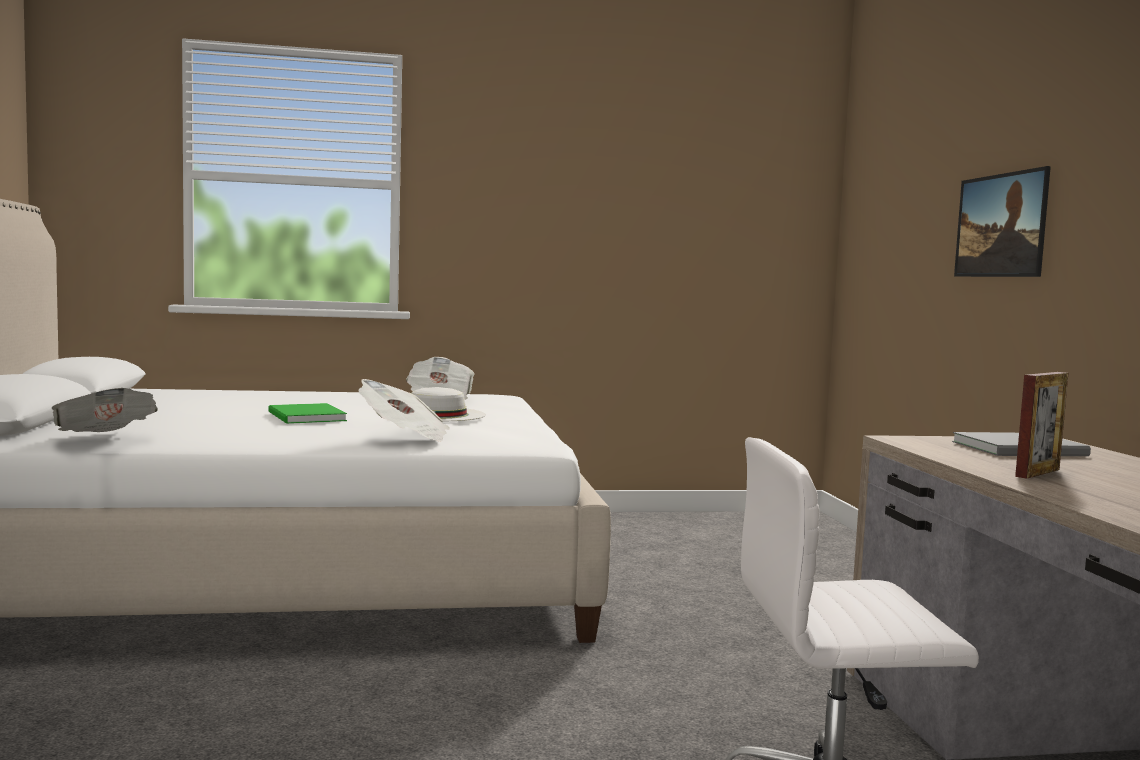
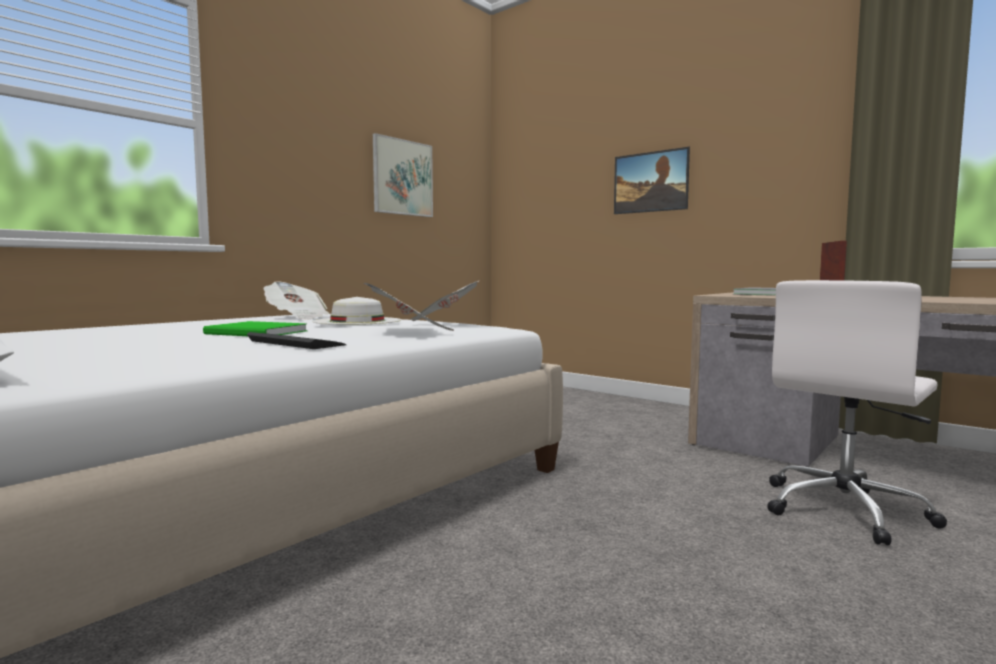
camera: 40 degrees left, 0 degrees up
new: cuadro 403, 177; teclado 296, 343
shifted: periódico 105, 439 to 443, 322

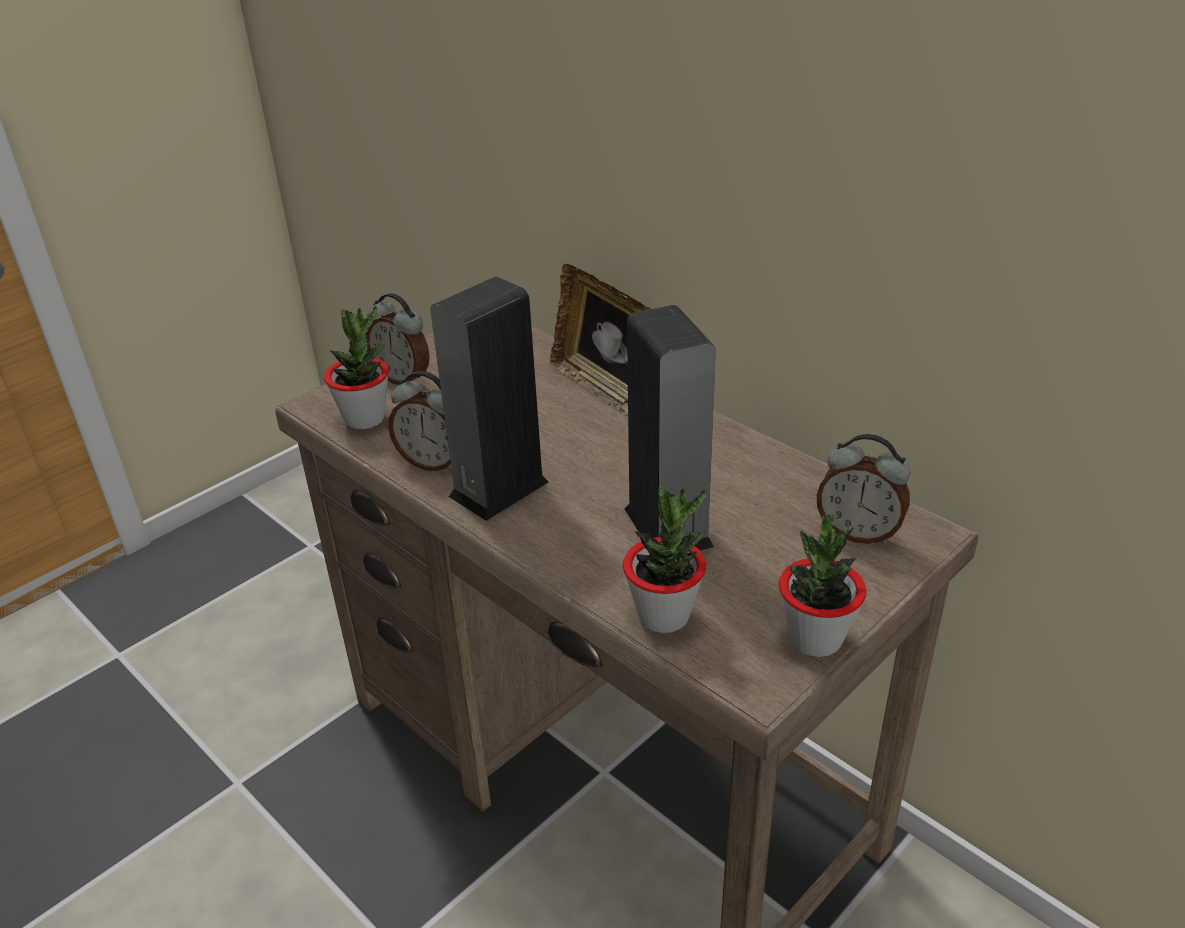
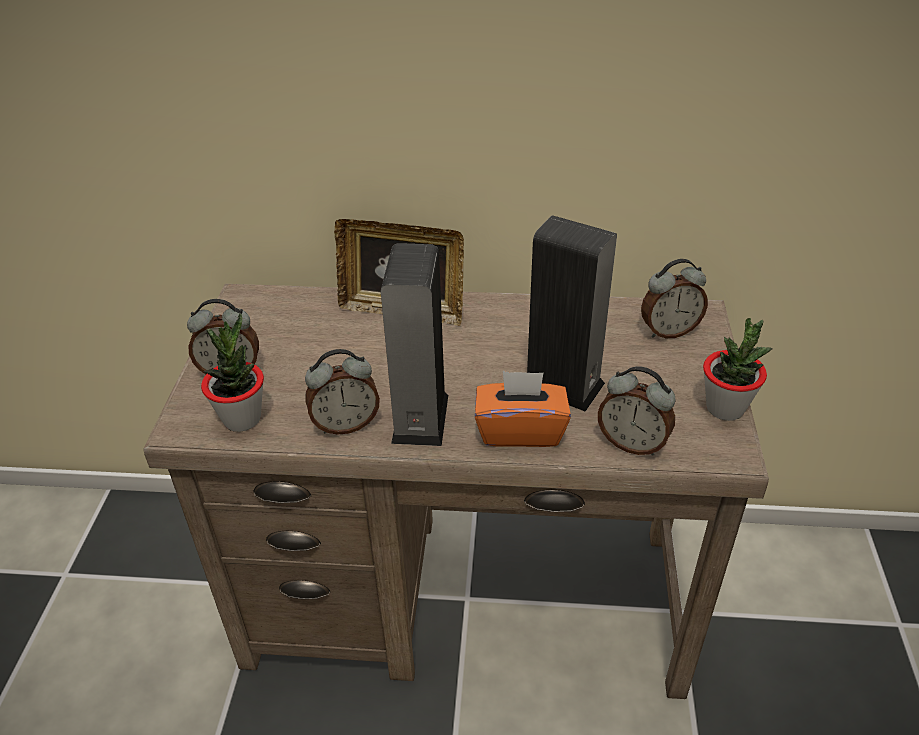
camera: 40 degrees left, 5 degrees up
new: caja de pañuelos (naranja) 520, 430
swapped: planta en maceta 664, 615 to despertador 632, 443

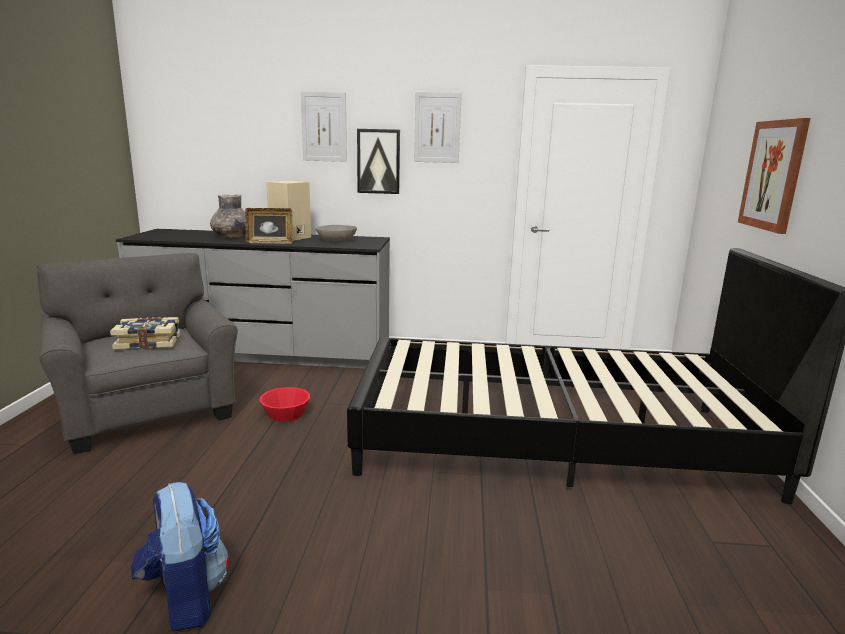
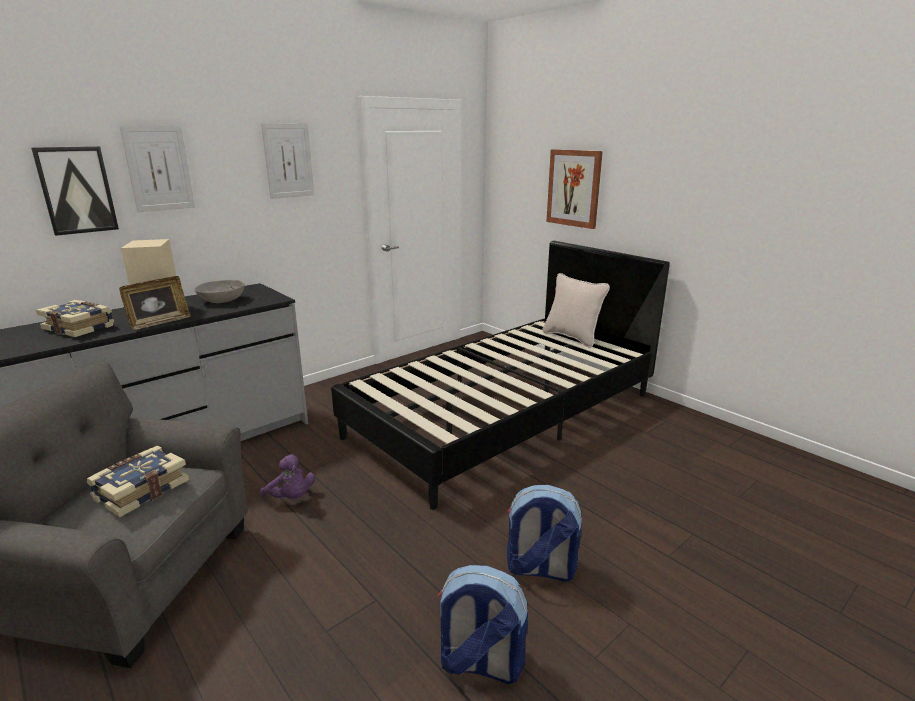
camera: 45 degrees left, 5 degrees up
new: cojín (beis) 572, 337; mochila 540, 569
shifted: cuadro 378, 161 to 76, 190
swapped: florero (gris) 232, 236 to libro 80, 327; cuenco (rojo) 285, 414 to peluche (morado) 291, 497

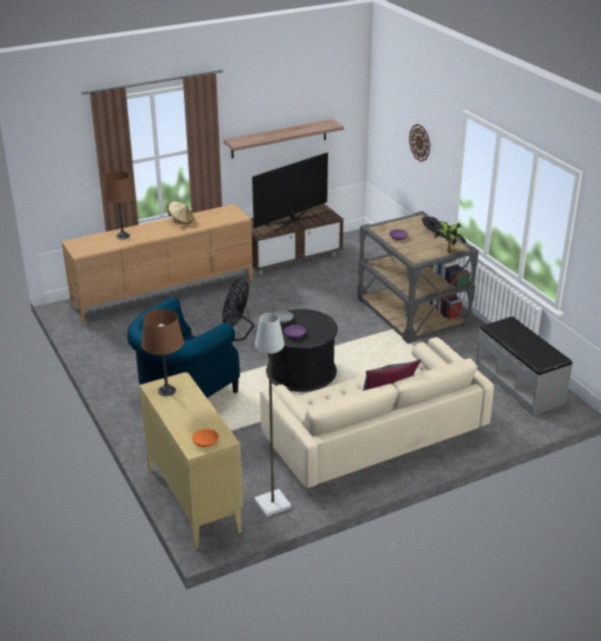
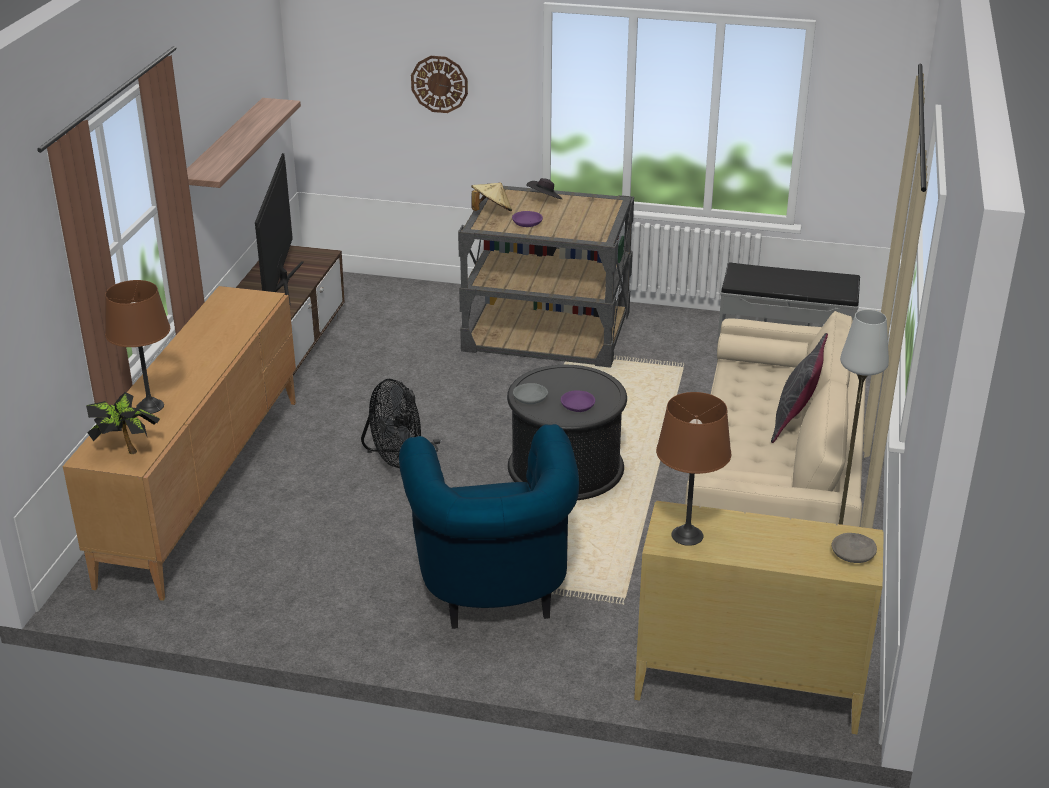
camera: 50 degrees left, 0 degrees up
shifted: sombrero (beis) 181, 221 to 491, 212; planta en maceta 448, 250 to 126, 449
repainted: cuenco (naranja) 206, 442 to cuenco (gris) 853, 554

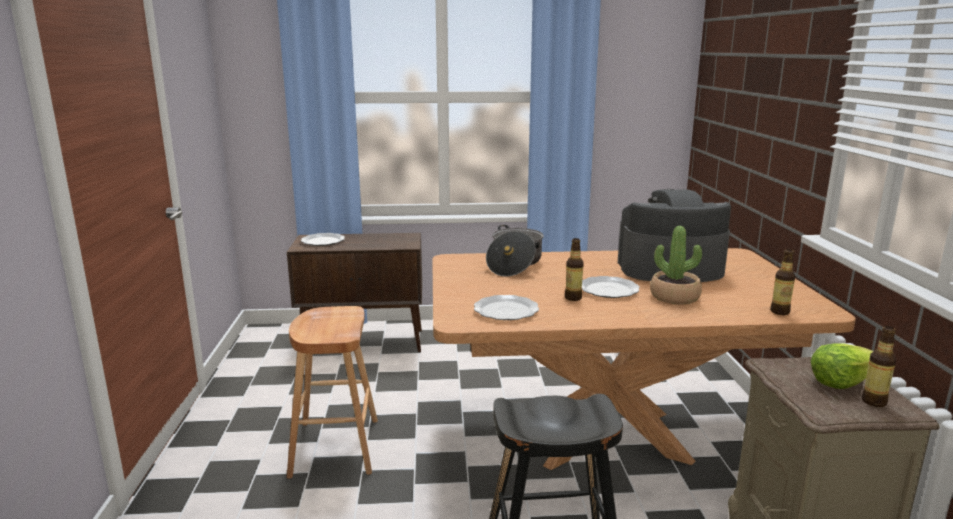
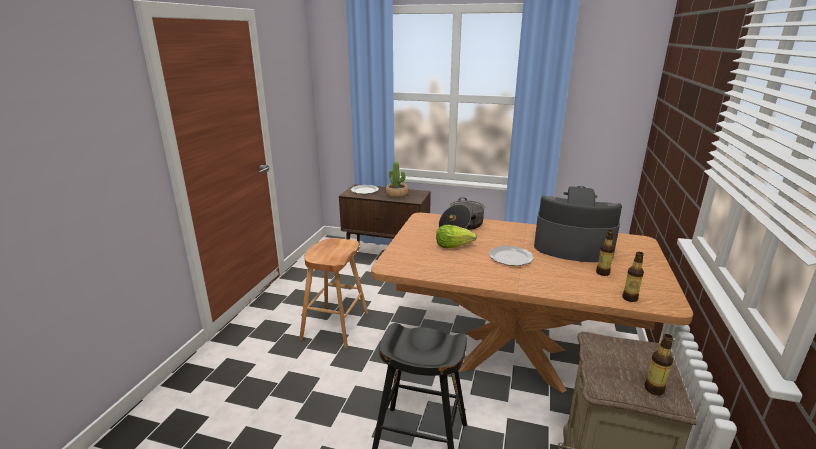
camera: 20 degrees right, 5 degrees up
gone: plato 505, 311
shifted: planta en maceta 674, 297 to 397, 195; botella 573, 298 to 602, 273; lechuga 840, 381 to 453, 246

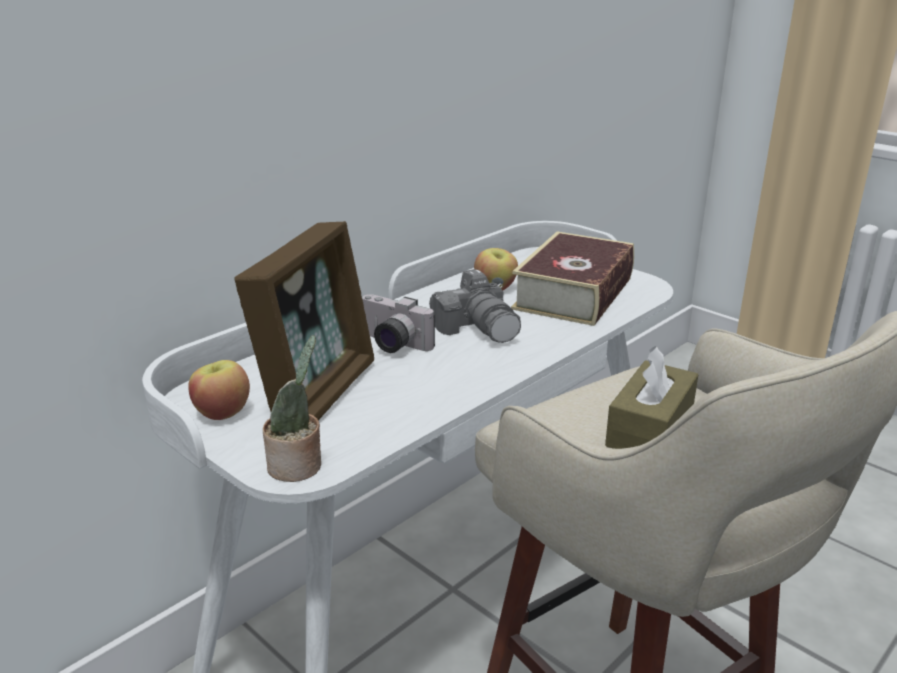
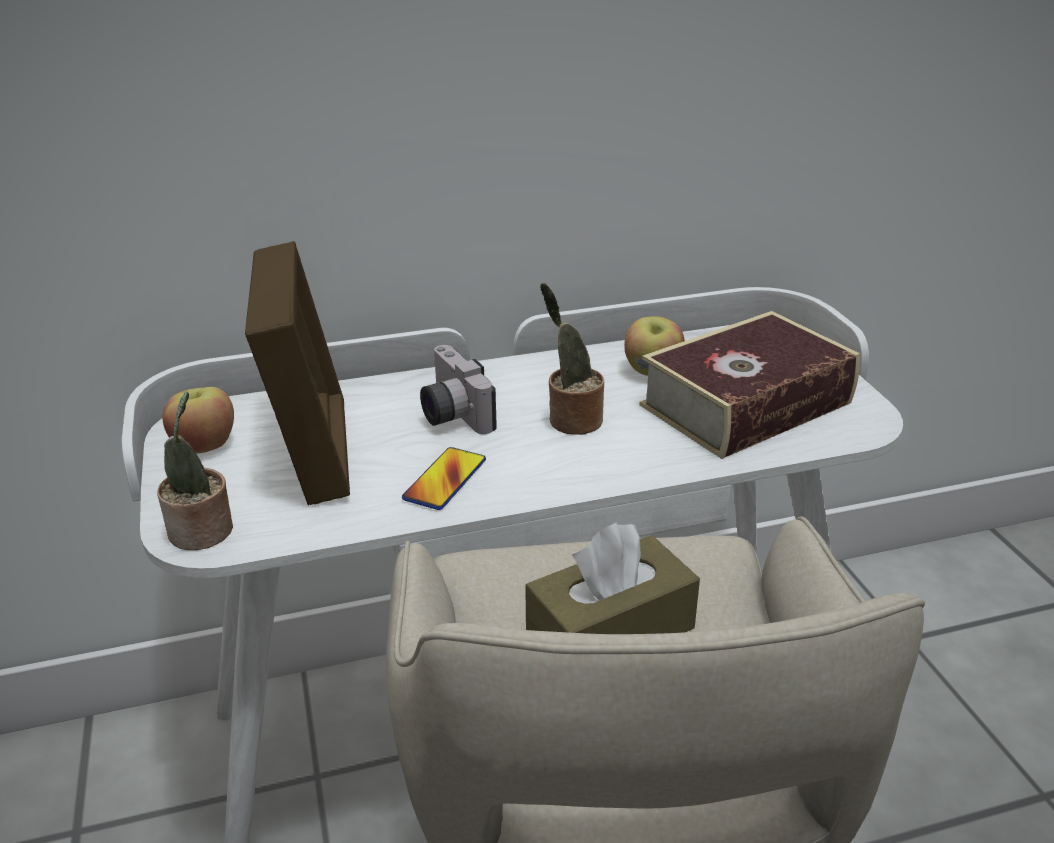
camera: 30 degrees right, 5 degrees up
new: móvil 445, 480
swapped: cámara 478, 328 to planta en maceta 571, 420
rotated: portarretratos 318, 393 = 313, 452 60 degrees counterclockwise

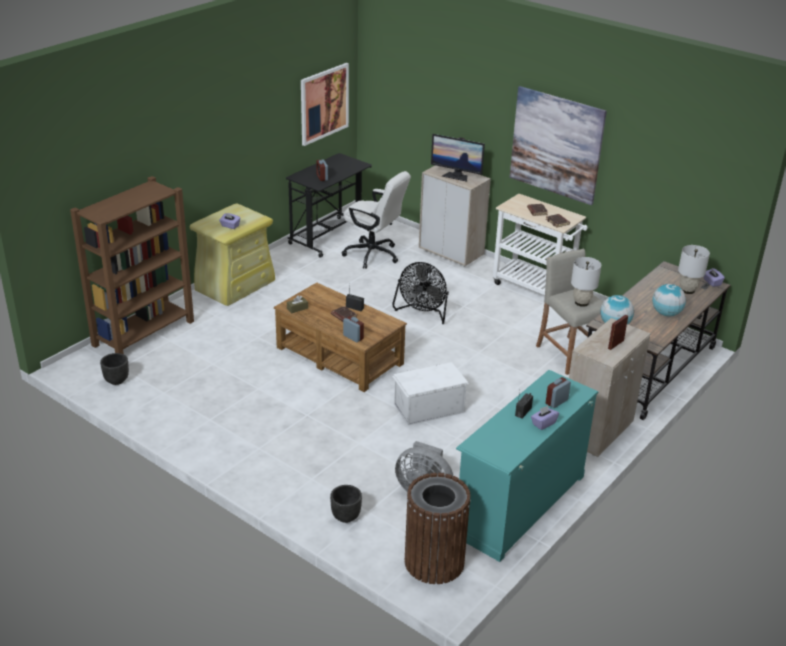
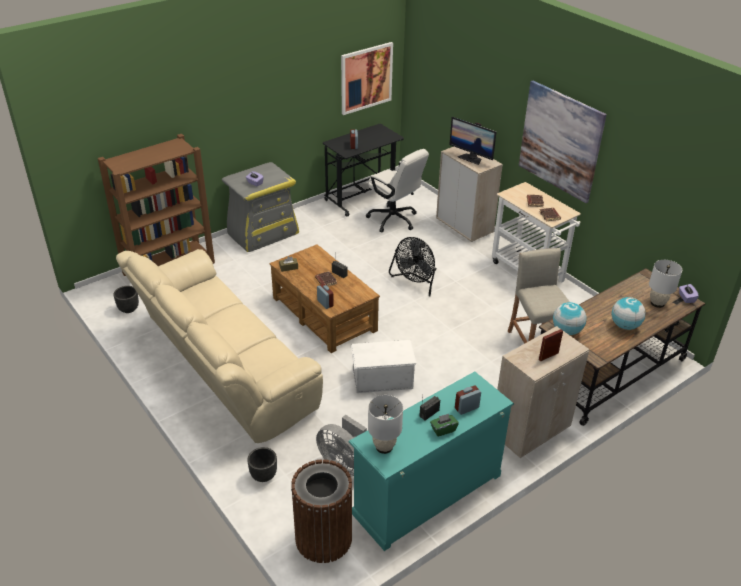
camera: 15 degrees right, 5 degrees up
new: sofá (beis) 222, 367
shifted: lámpara de mesa (blanco) 581, 303 to 384, 447
repainted: mesita de noche (amarillo) 236, 285 to mesita de noche (gris) 264, 234; caja de pañuelos (morado) 543, 423 to caja de pañuelos (verde) 443, 429

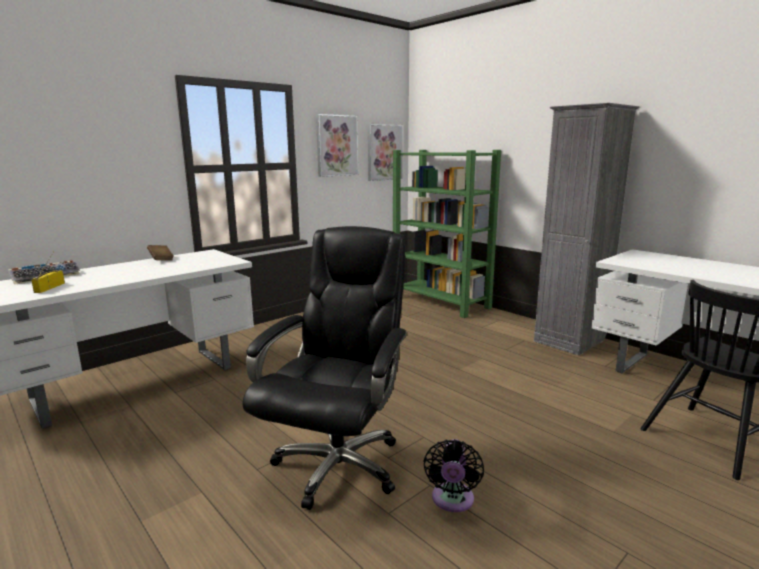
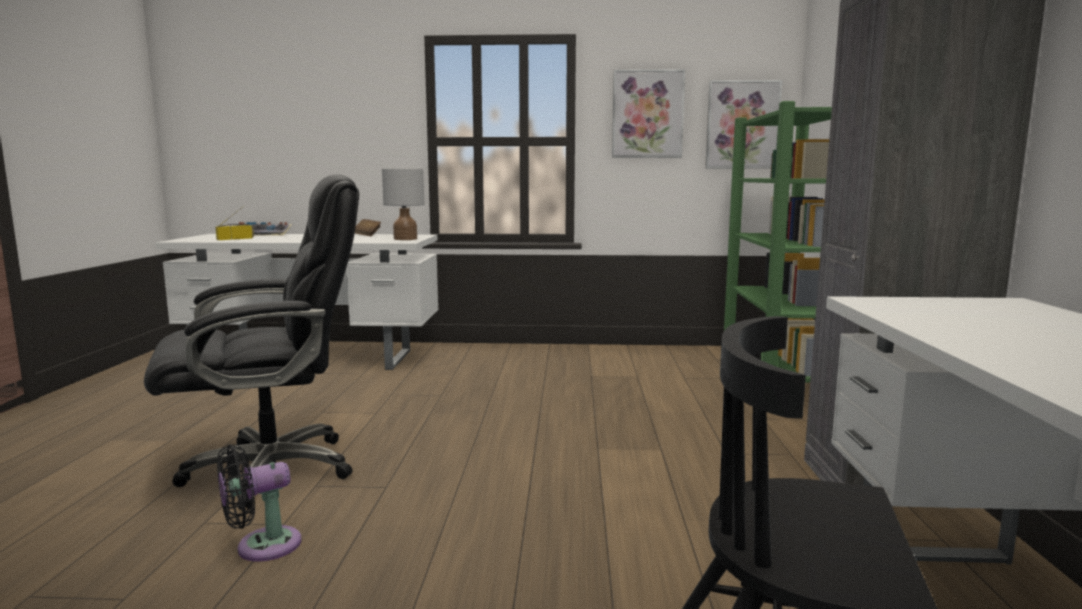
camera: 45 degrees right, 5 degrees down
new: lámpara de mesa (gris) 405, 239

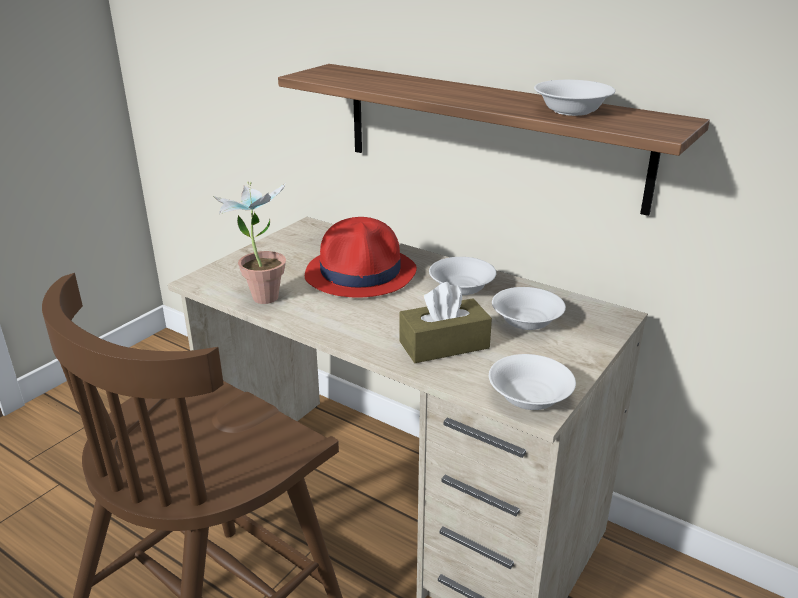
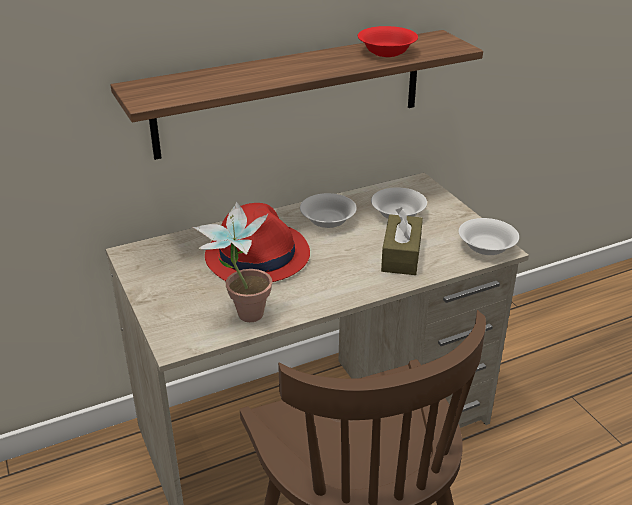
camera: 60 degrees left, 5 degrees up
repainted: cuenco (blanco) 572, 111 to cuenco (rojo) 387, 52

